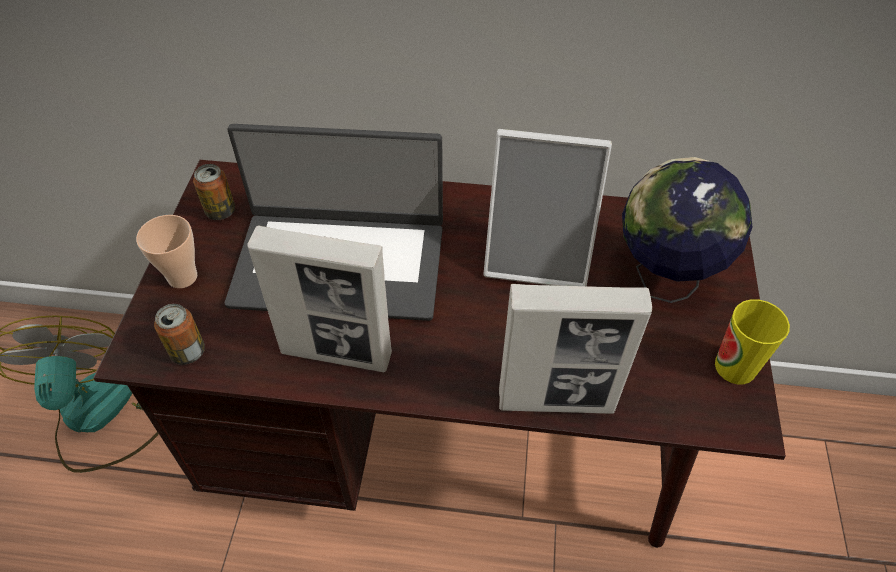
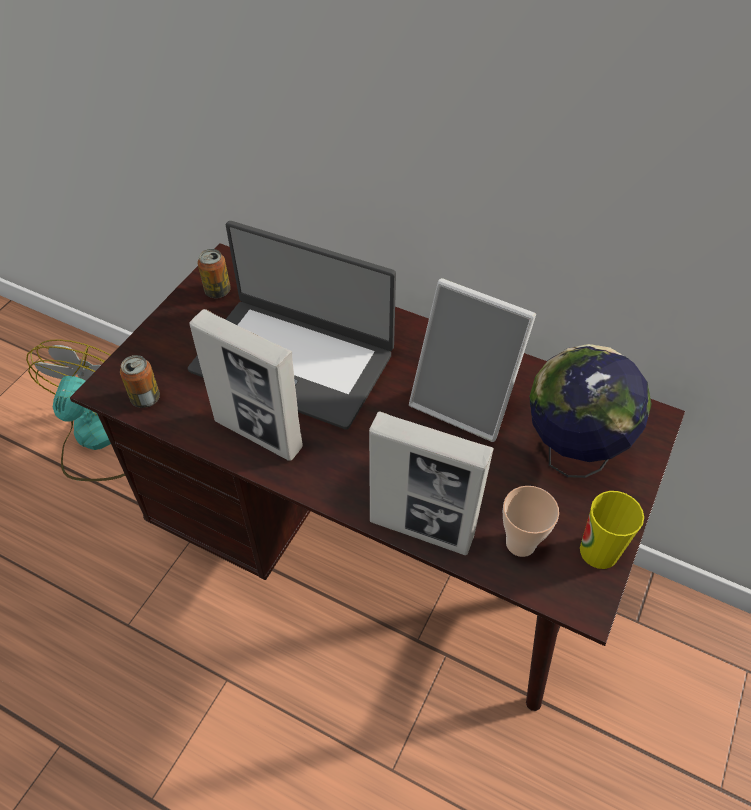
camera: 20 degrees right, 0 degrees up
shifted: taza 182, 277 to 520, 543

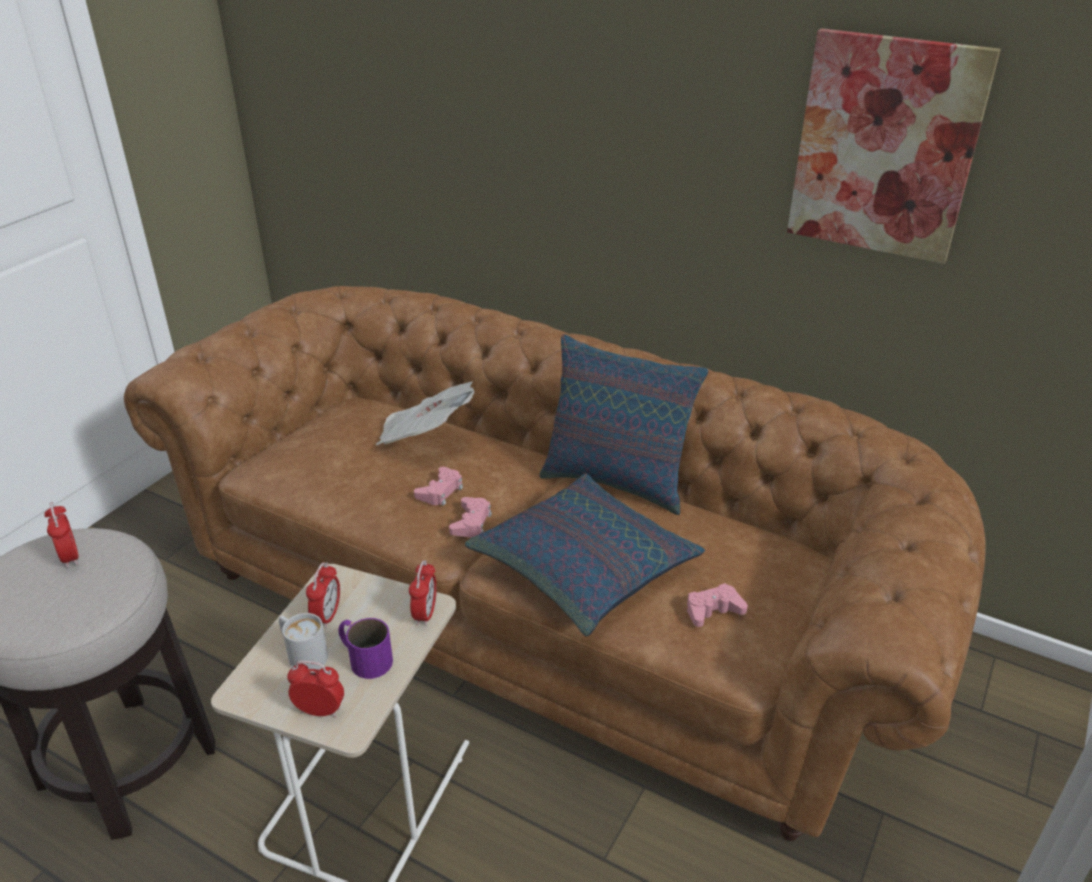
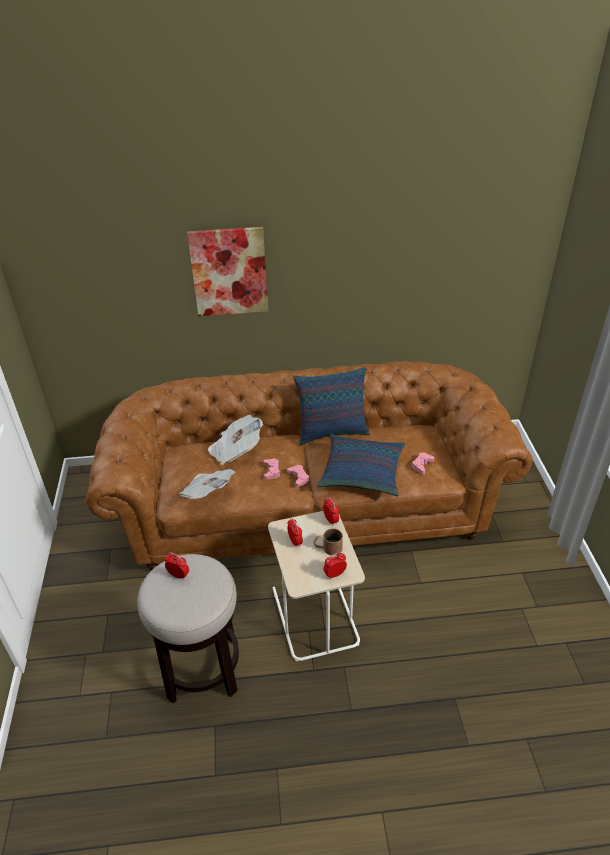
camera: 35 degrees left, 5 degrees up
gone: taza grande (blanco) 302, 654
new: periódico 208, 493
shifted: cuadro 885, 147 to 229, 271
repainted: taza grande (morado) 364, 657 to taza grande (marrón) 327, 548

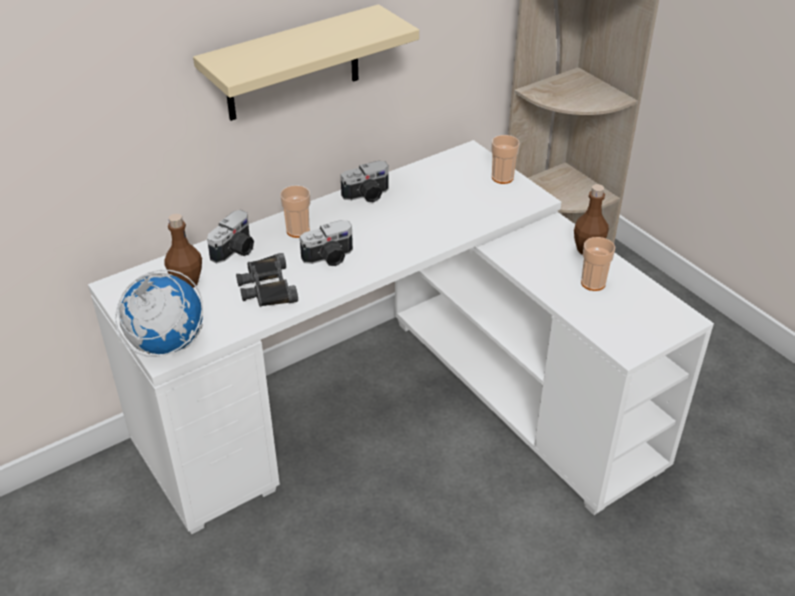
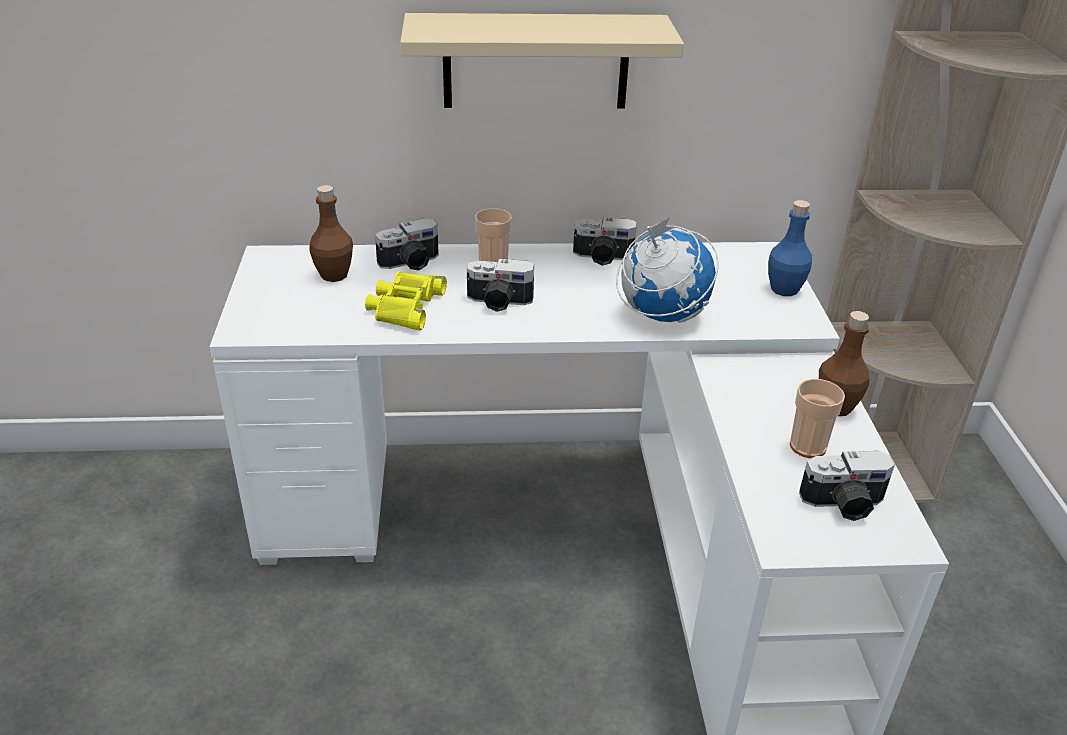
camera: 30 degrees right, 5 degrees down
new: cámara 844, 504
shifted: globo terráqueo 166, 344 to 662, 315
swapped: taza 502, 178 to botella (azul) 784, 289
repainted: prismáticos (negro) 266, 287 to prismáticos (amarillo) 405, 307

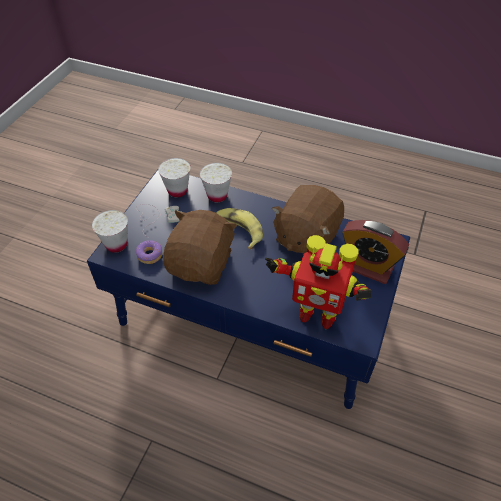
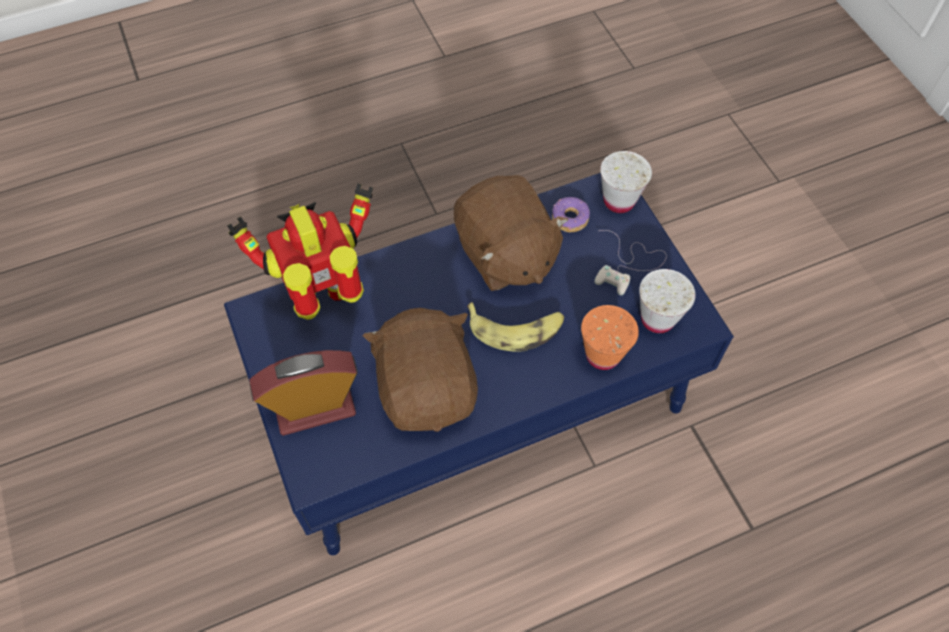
camera: 135 degrees right, 10 degrees up
repainted: taza (blanco) 217, 196 to taza (naranja) 603, 355

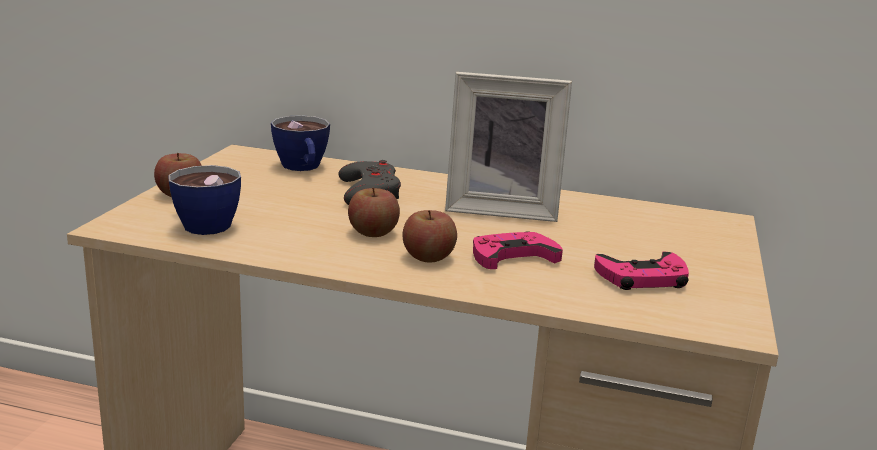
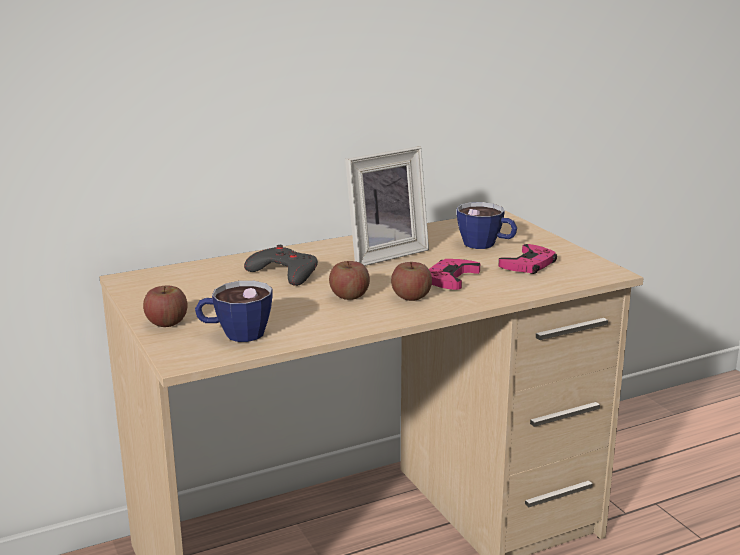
camera: 40 degrees left, 0 degrees up
shifted: taza 303, 168 to 486, 245

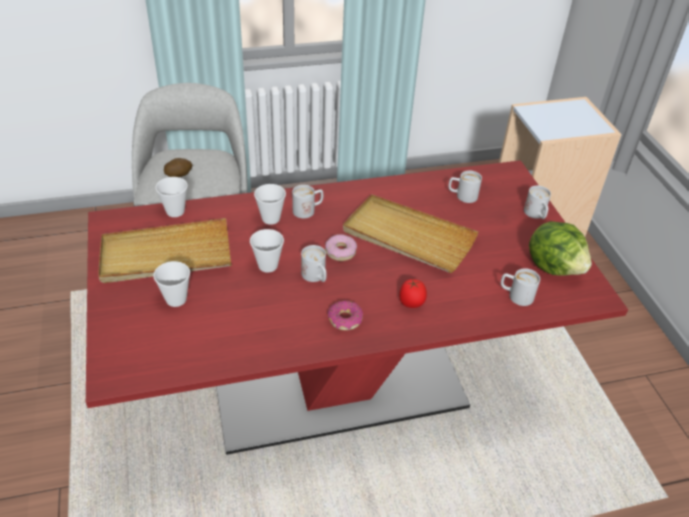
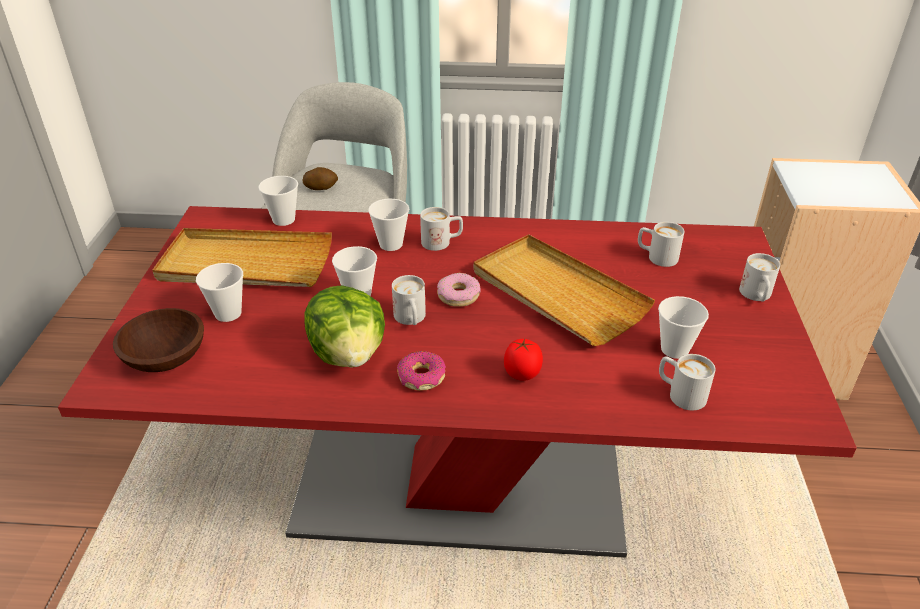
camera: 20 degrees right, 5 degrees down
new: taza 674, 349; cuenco (marrón) 165, 359
shifted: lechuga 554, 266 to 349, 354

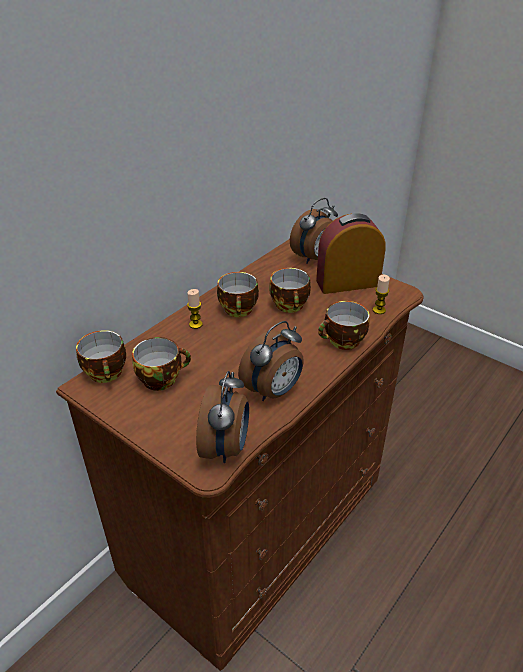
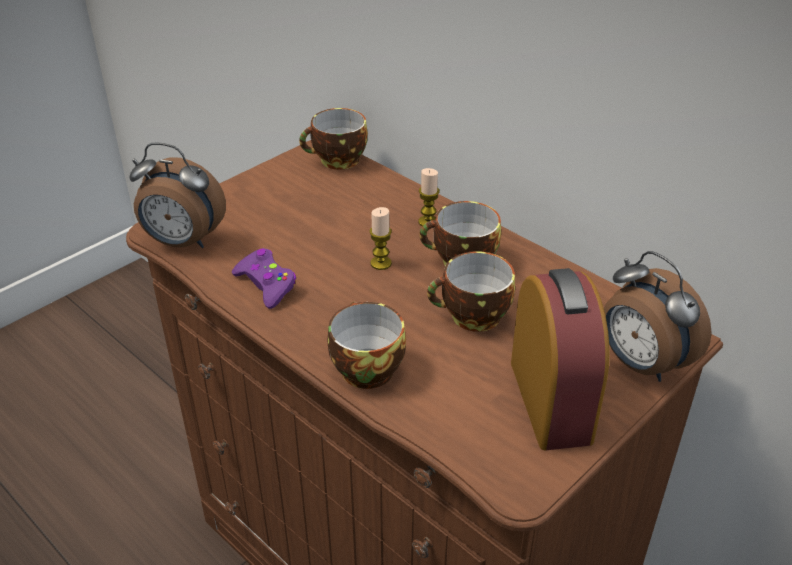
camera: 95 degrees right, 0 degrees up
gone: taza 162, 378
shifted: vela 379, 310 to 381, 263
swapped: despertador 273, 391 to mando de consola (morado) 266, 284

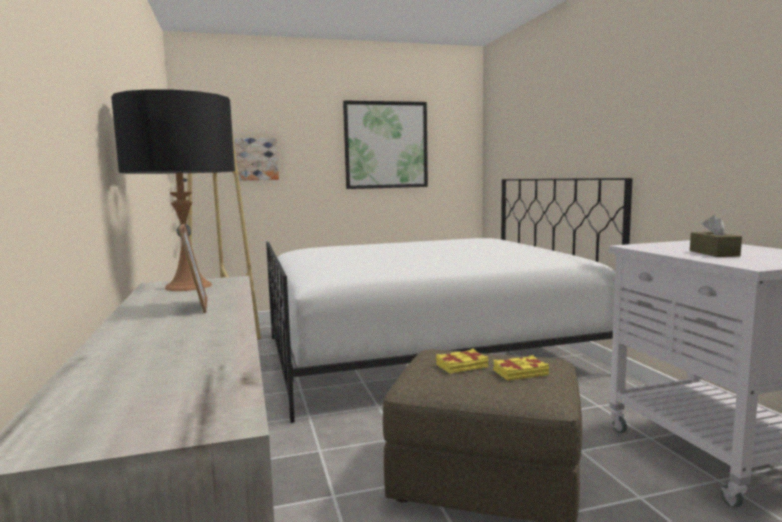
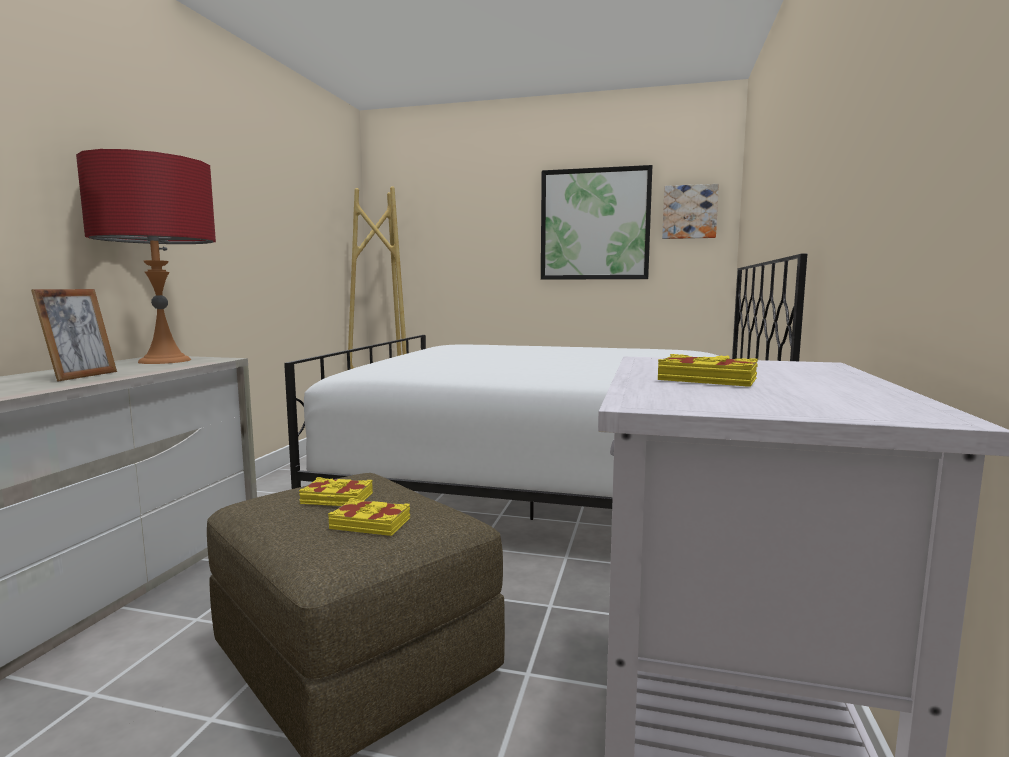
camera: 30 degrees right, 0 degrees up
shifted: cuadro 256, 159 to 689, 212
swapped: caja de pañuelos (marrón) 714, 253 to libro (amarillo) 707, 379
repainted: lámpara de mesa (negro) 188, 286 to lámpara de mesa (rojo) 165, 361

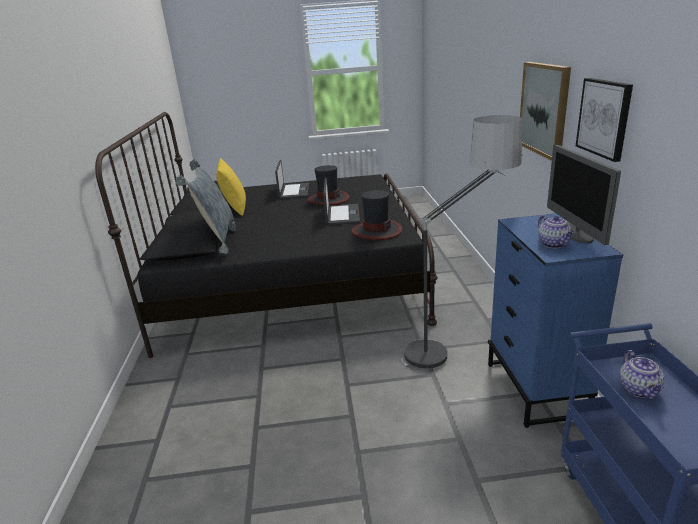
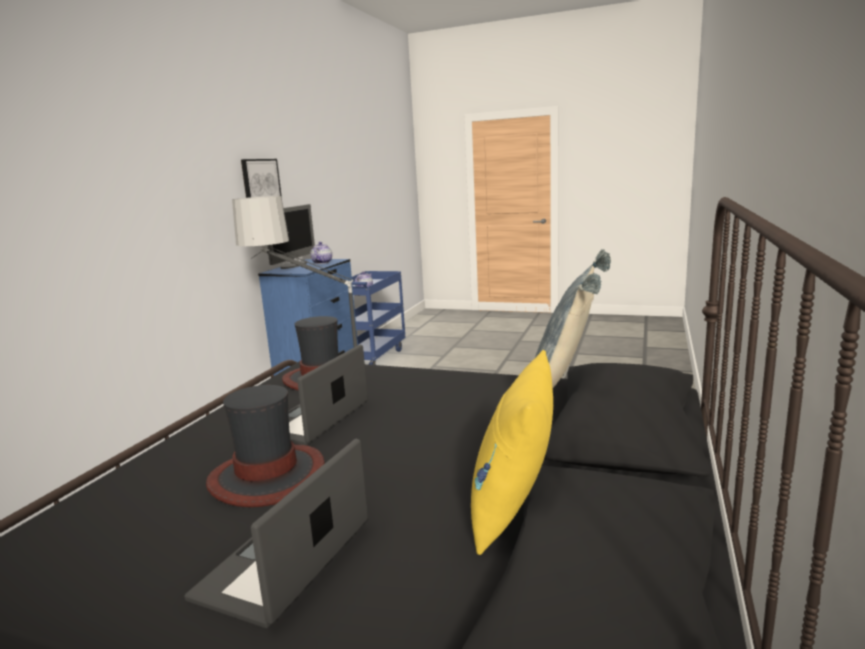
camera: 155 degrees left, 10 degrees down
gone: cuadro 544, 109

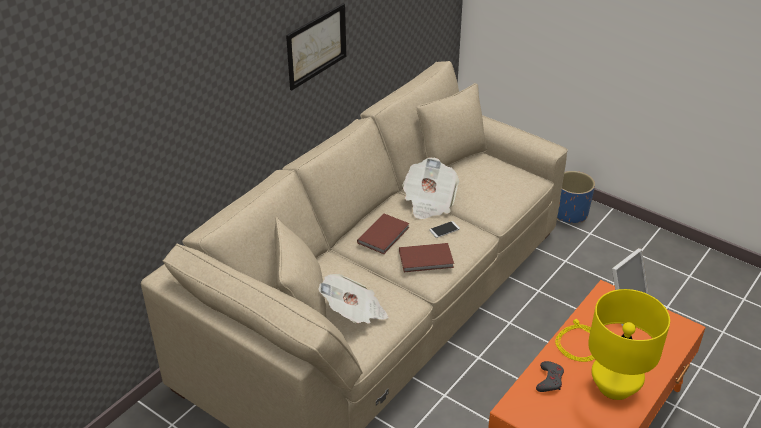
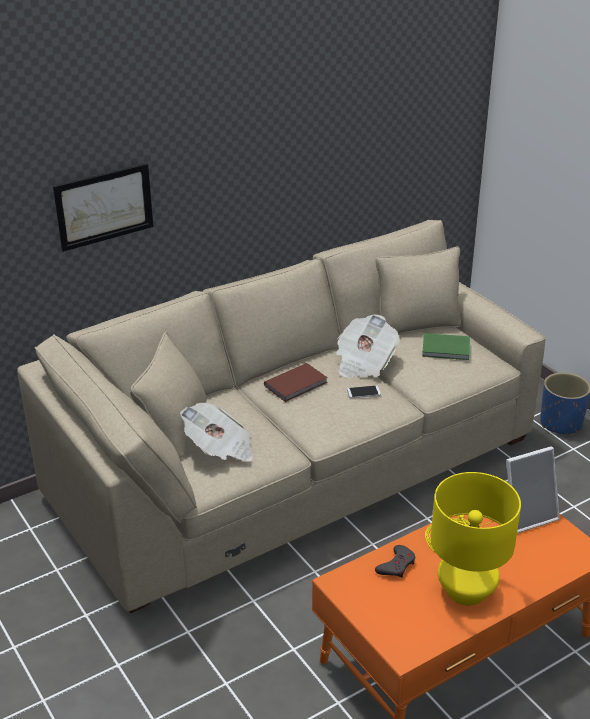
camera: 20 degrees right, 5 degrees down
gone: libro (marrón) 427, 260
new: libro (verde) 447, 349
shifted: cuadro 316, 46 to 104, 206

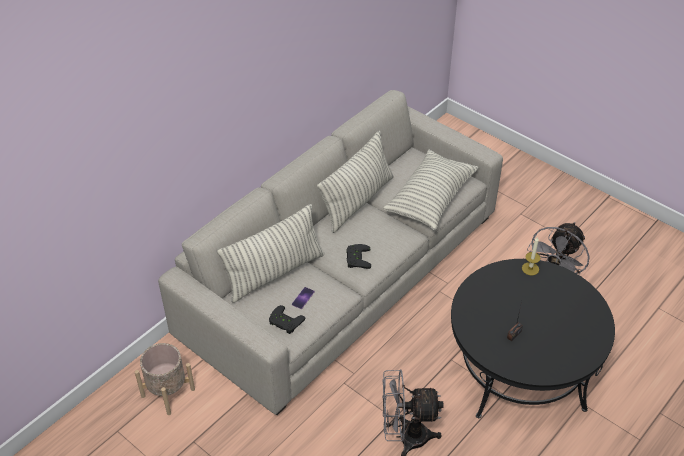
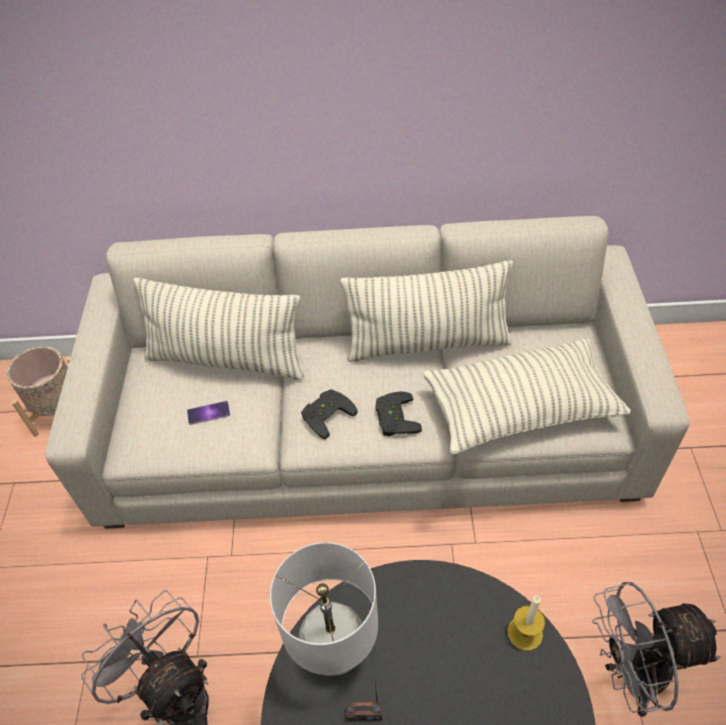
camera: 50 degrees right, 5 degrees up
new: lámpara de mesa (blanco) 335, 651
shifted: mando de consola (negro) 284, 322 to 393, 417

